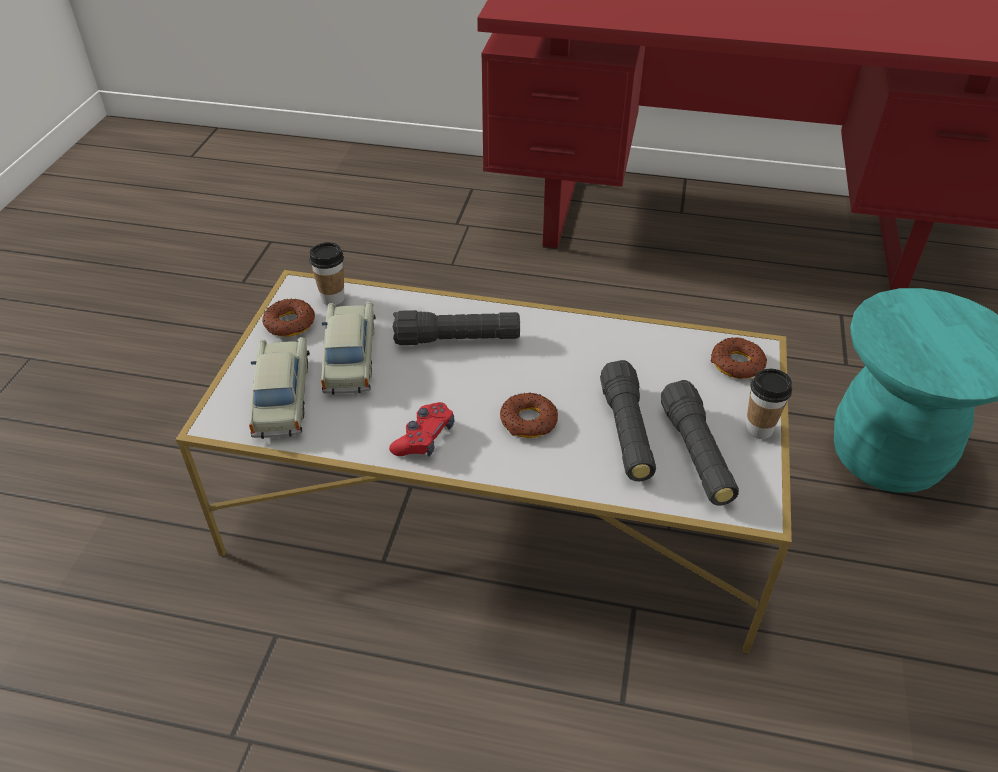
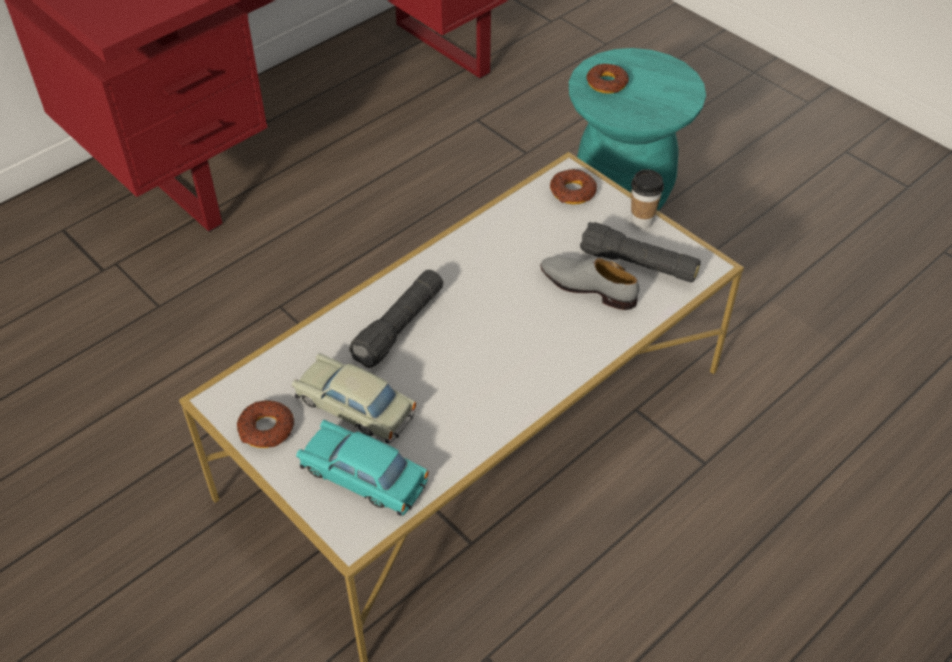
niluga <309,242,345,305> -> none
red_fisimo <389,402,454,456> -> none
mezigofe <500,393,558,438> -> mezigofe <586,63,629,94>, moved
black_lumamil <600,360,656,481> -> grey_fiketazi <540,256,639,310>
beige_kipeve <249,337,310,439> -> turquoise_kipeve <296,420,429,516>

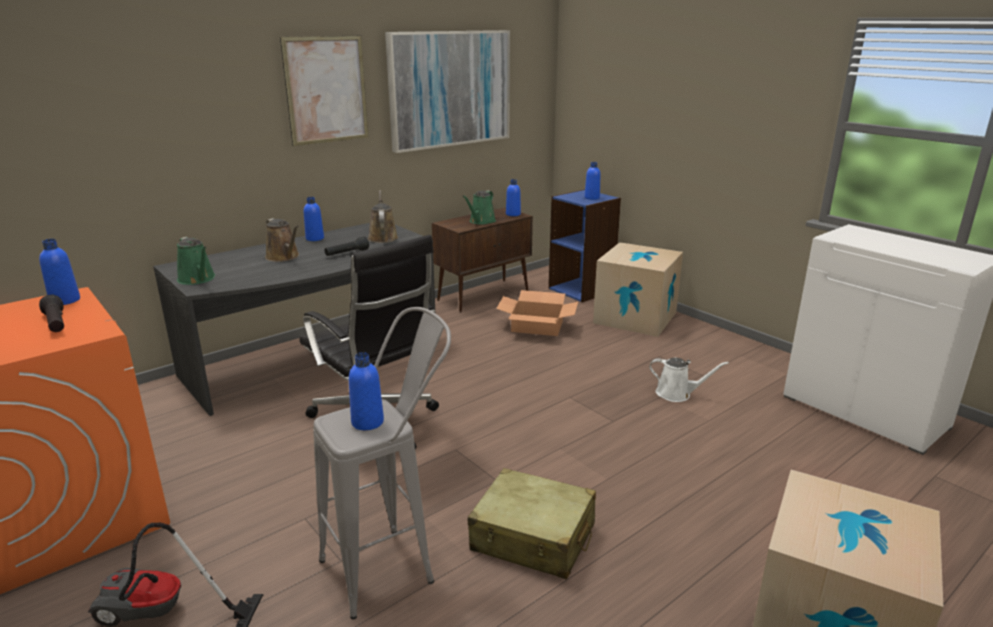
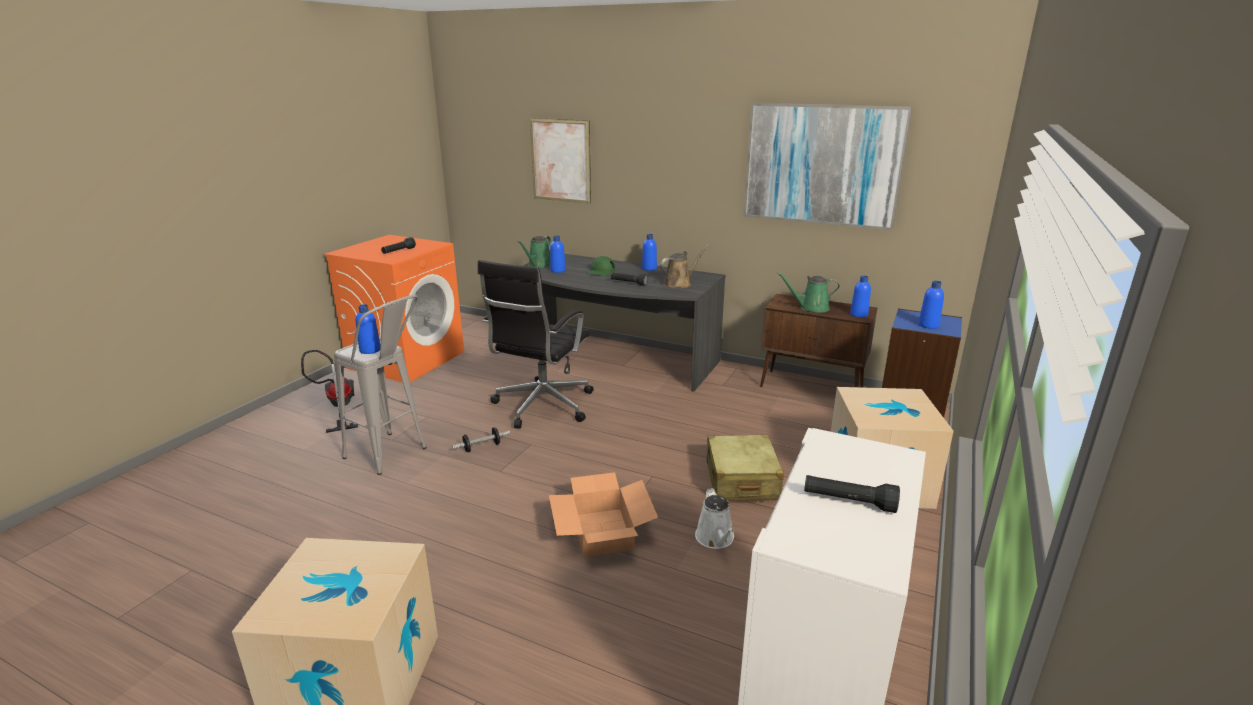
none -> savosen <452,427,510,452>
none -> black_lumamil <804,475,900,513>
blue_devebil <39,239,80,305> -> blue_devebil <550,236,566,273>, moved
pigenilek <280,36,369,146> -> pigenilek <530,118,591,204>, moved
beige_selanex <468,468,596,579> -> beige_selanex <706,435,784,501>, moved
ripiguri <496,290,578,336> -> ripiguri <549,472,658,557>, moved
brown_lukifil <265,218,299,262> -> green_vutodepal <587,256,615,276>

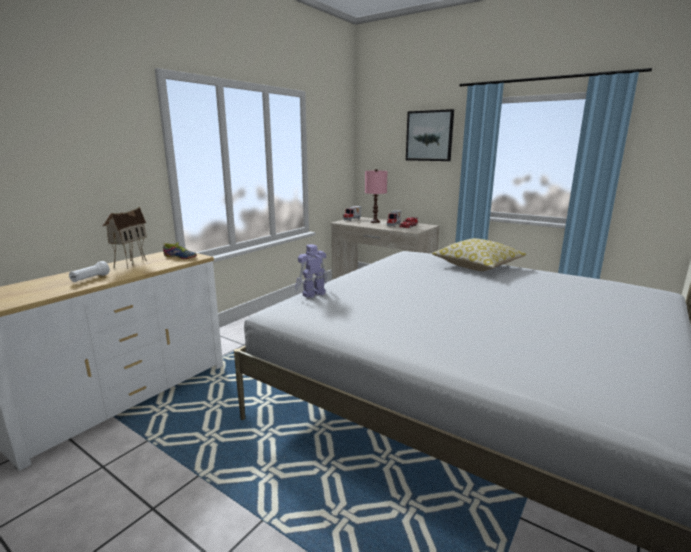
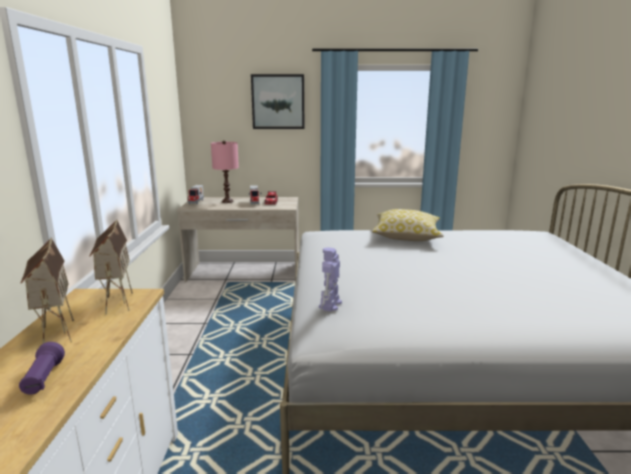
fiketazi <162,242,197,259> -> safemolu <90,219,133,314>
white_lumamil <69,261,110,282> -> purple_lumamil <19,342,65,395>

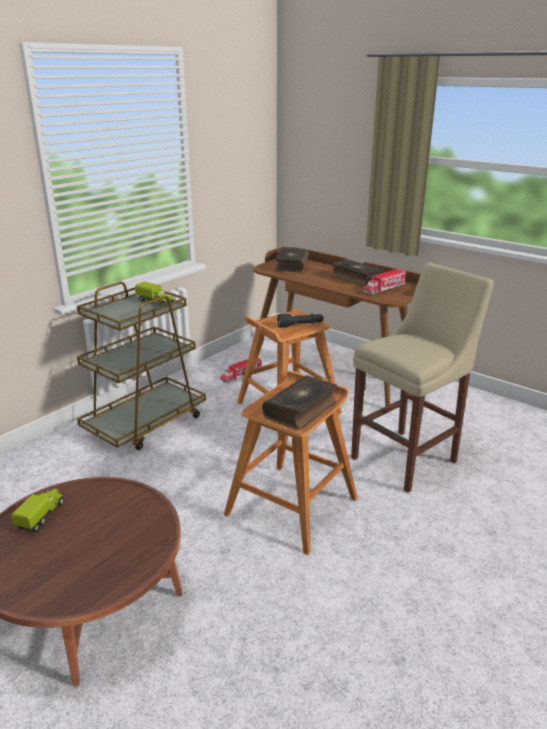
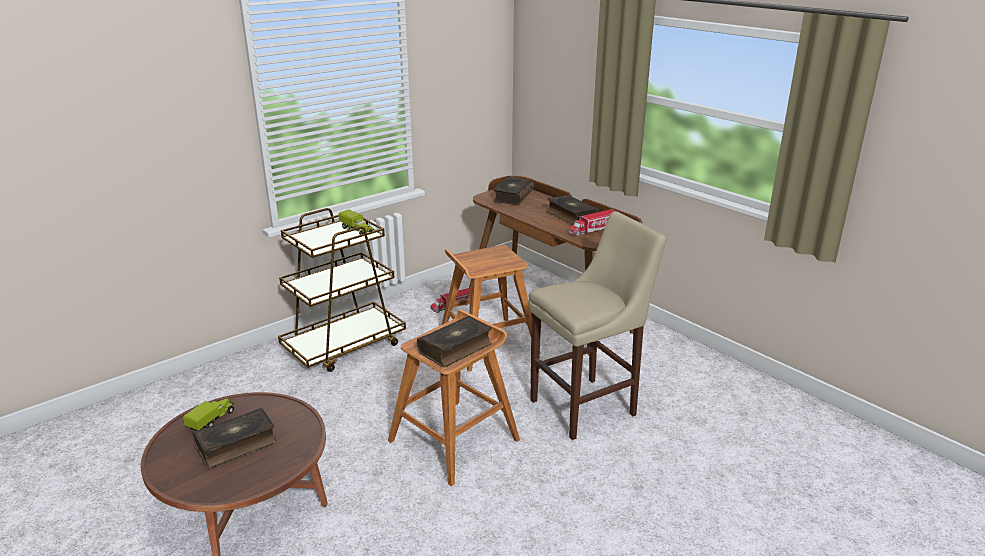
black_lumamil <277,313,324,328> -> none
none -> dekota <193,408,277,469>

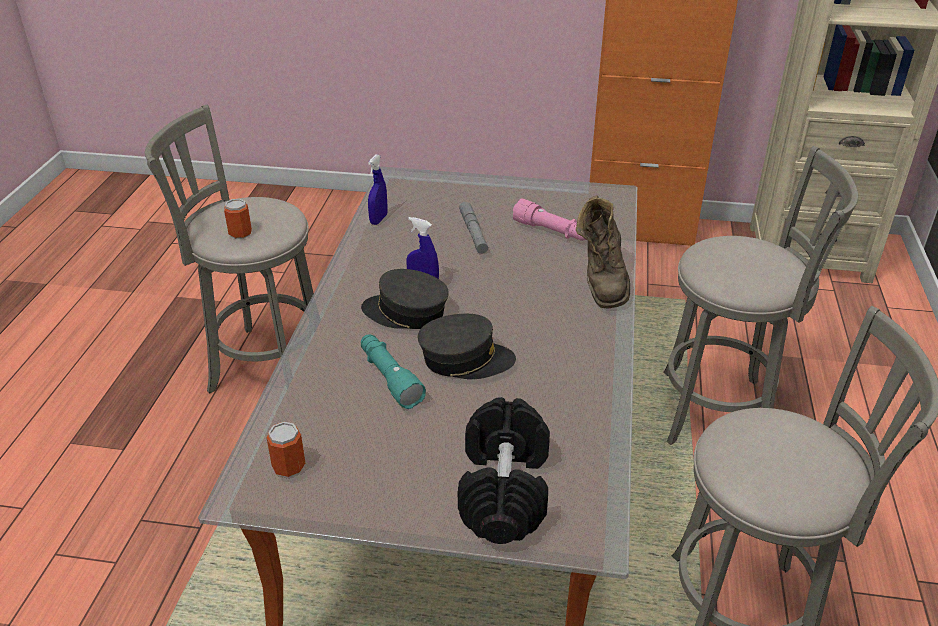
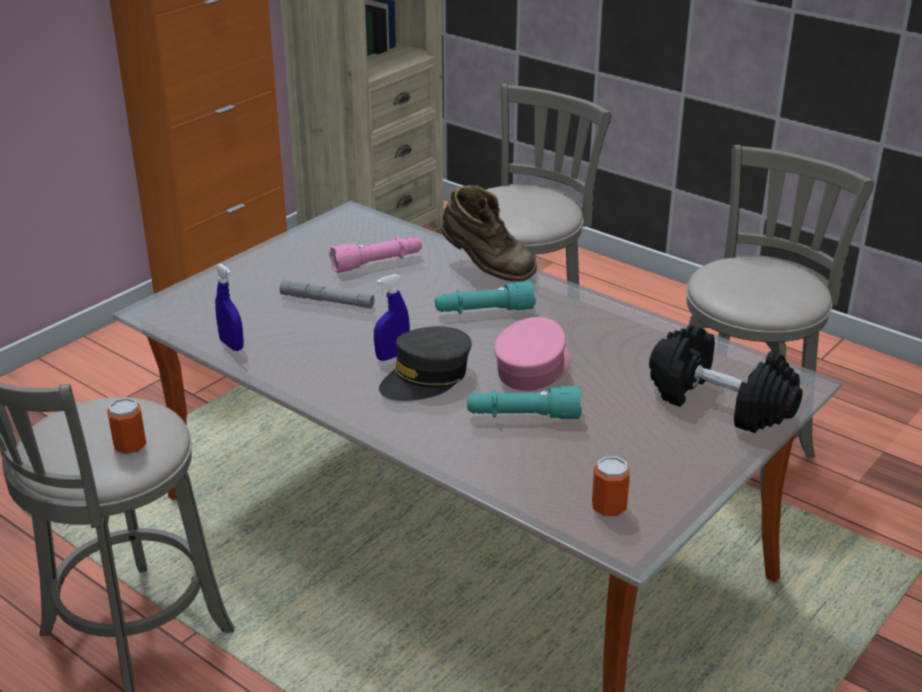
none -> turquoise_lumamil <435,281,536,314>
grey_vutodepal <418,314,516,379> -> pink_vutodepal <494,317,570,391>

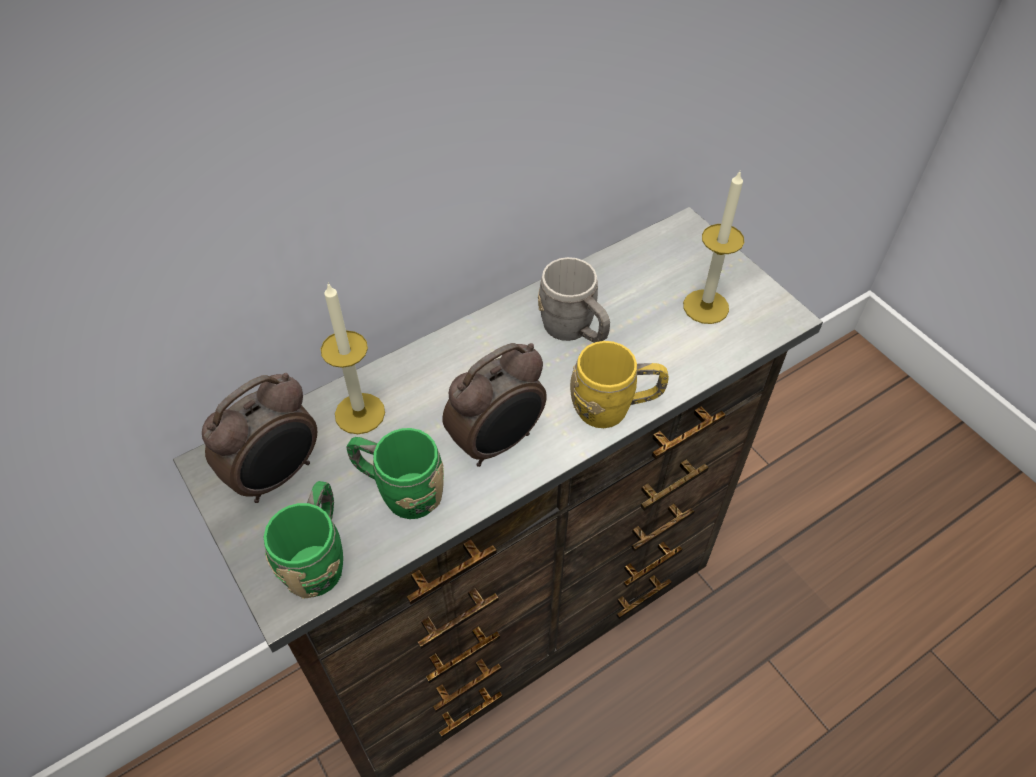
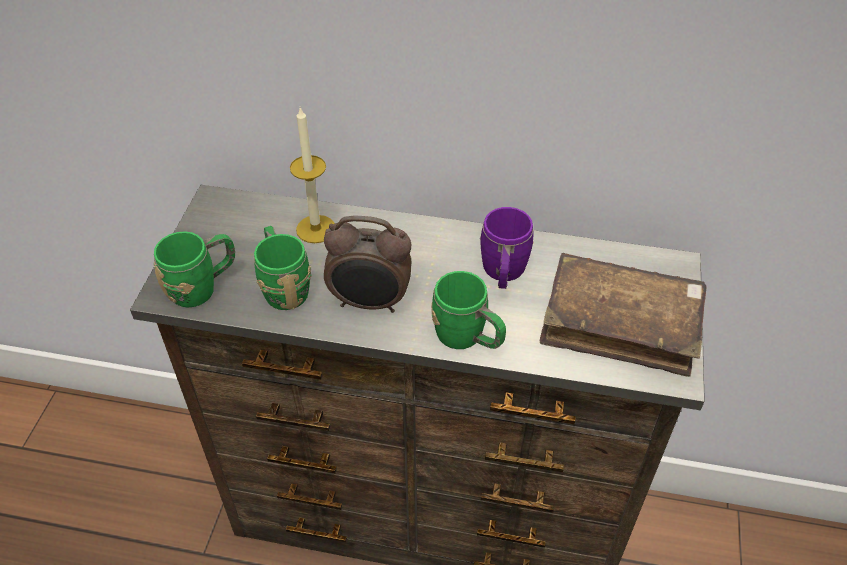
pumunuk <202,373,317,503> -> none
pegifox <683,170,744,324> -> brown_dekota <540,253,707,377>
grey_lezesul <538,257,610,343> -> purple_lezesul <480,207,534,289>
yellow_lezesul <570,341,669,428> -> green_lezesul <431,271,506,349>

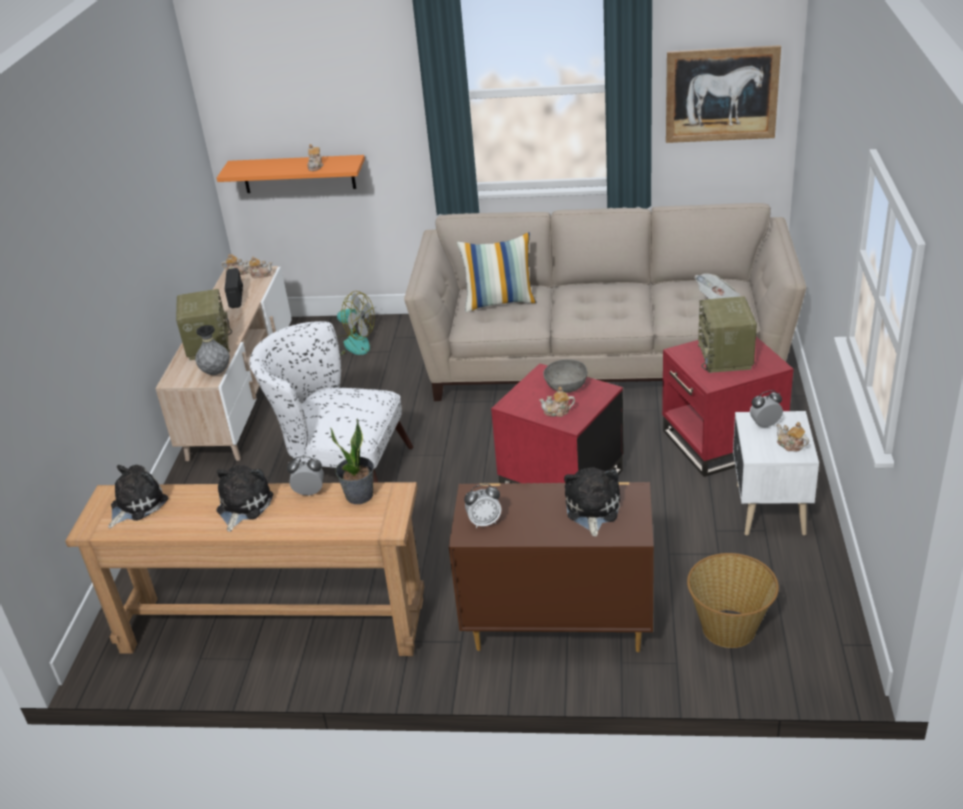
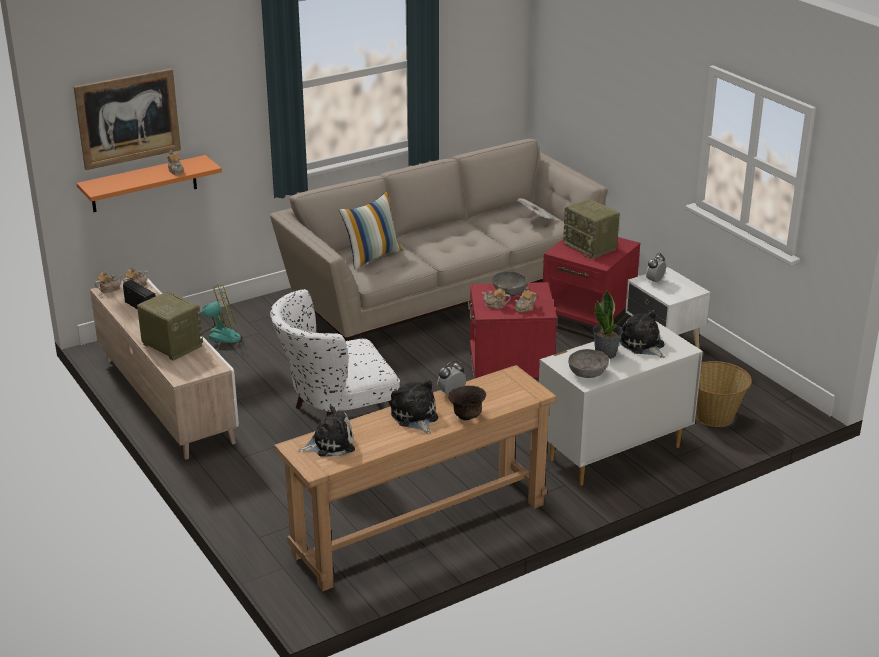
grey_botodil <195,325,230,375> -> none
none -> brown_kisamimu <448,386,486,420>
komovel <330,419,374,504> -> komovel <593,291,623,359>, moved
pigenilek <666,45,781,143> -> pigenilek <73,68,181,170>, moved
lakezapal <776,422,809,452> -> lakezapal <482,285,511,309>, moved
pumunuk <464,484,501,528> -> grey_kisamimu <568,349,609,378>
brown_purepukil <449,482,654,652> -> white_purepukil <539,321,703,485>
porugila <108,465,168,528> -> porugila <298,406,355,457>, 75 degrees clockwise

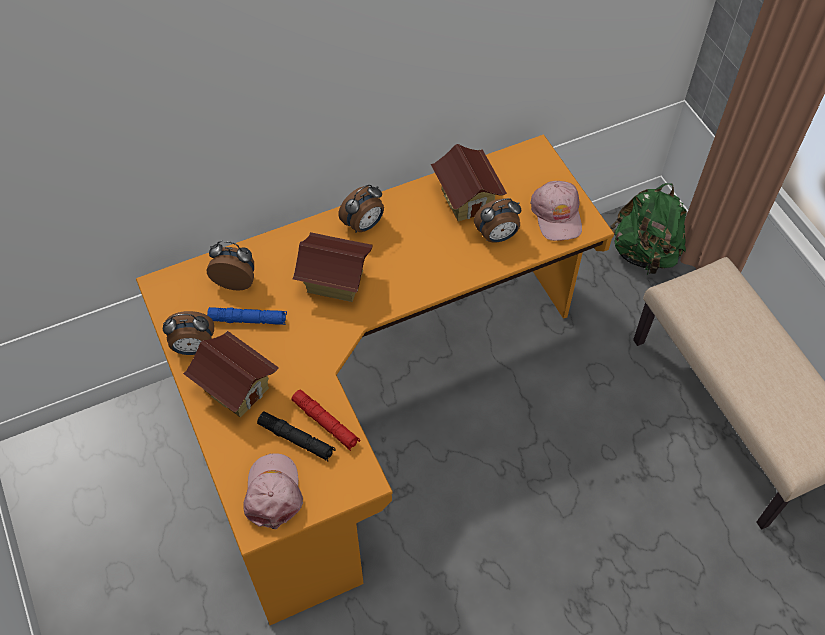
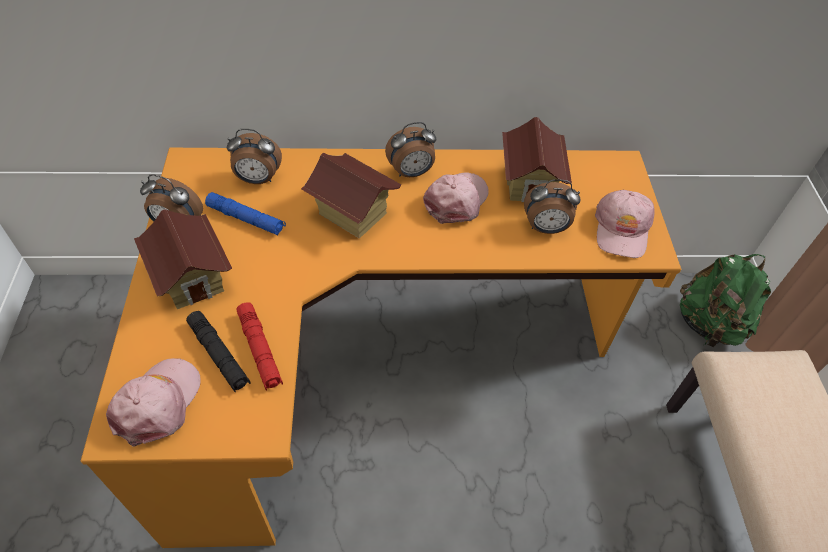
none -> pink_vutodepal <423,173,489,224>
pumunuk <207,241,254,291> -> pumunuk <227,129,282,184>, 150 degrees clockwise

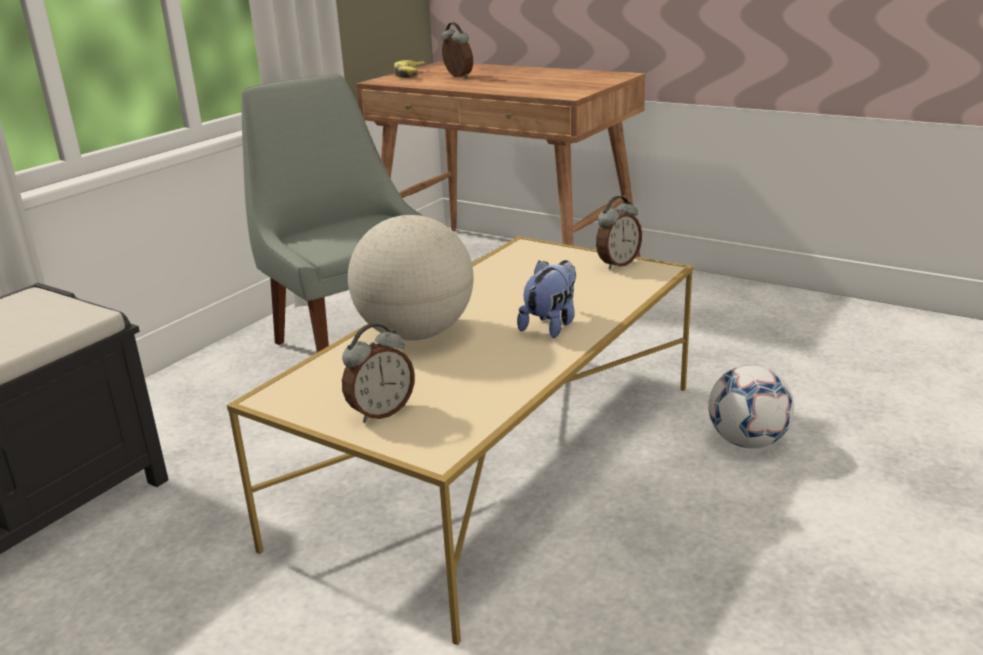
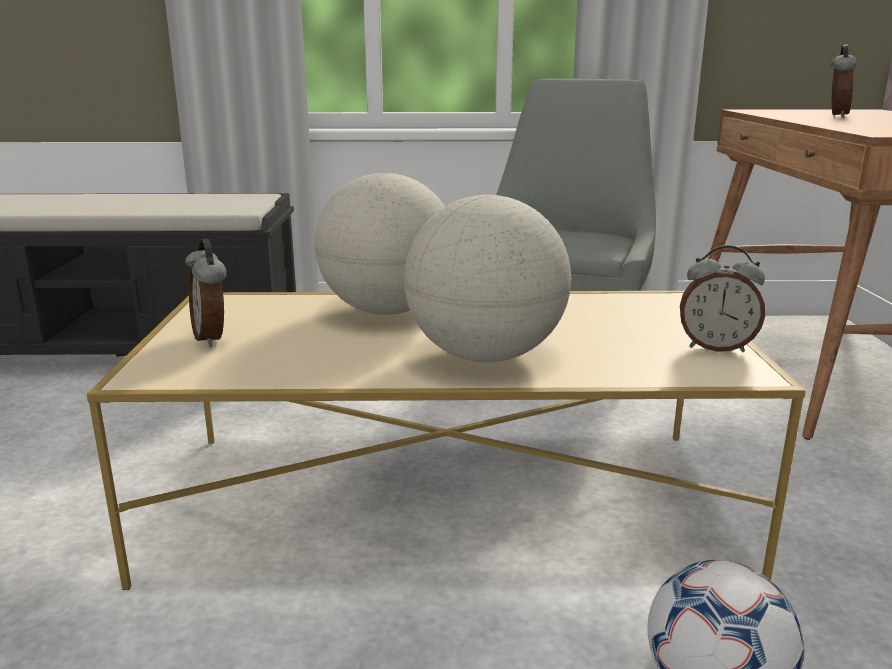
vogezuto <394,60,425,78> -> none
porugila <517,260,576,338> -> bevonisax <404,195,571,362>
pumunuk <342,323,415,423> -> pumunuk <185,239,226,347>, 45 degrees clockwise

